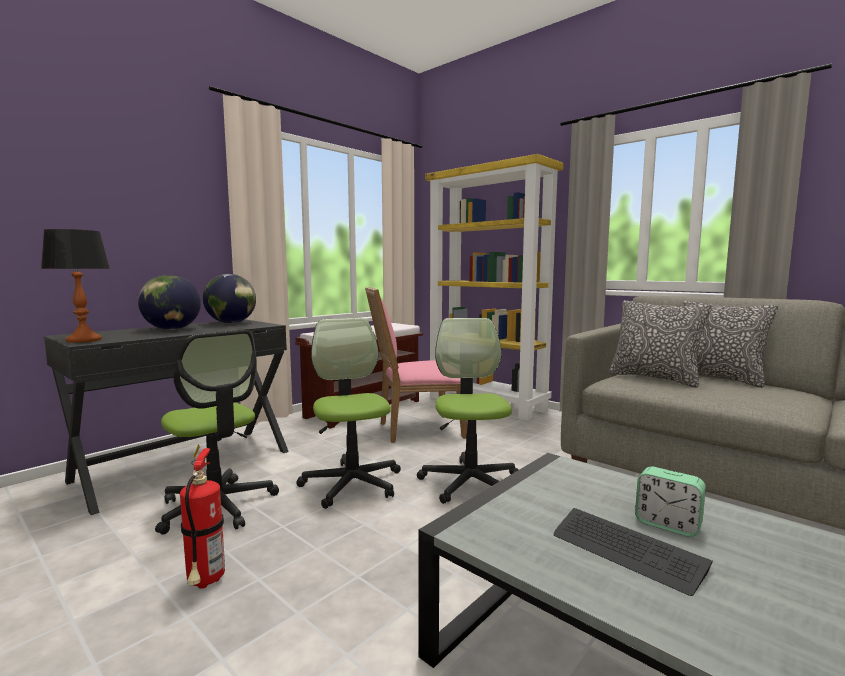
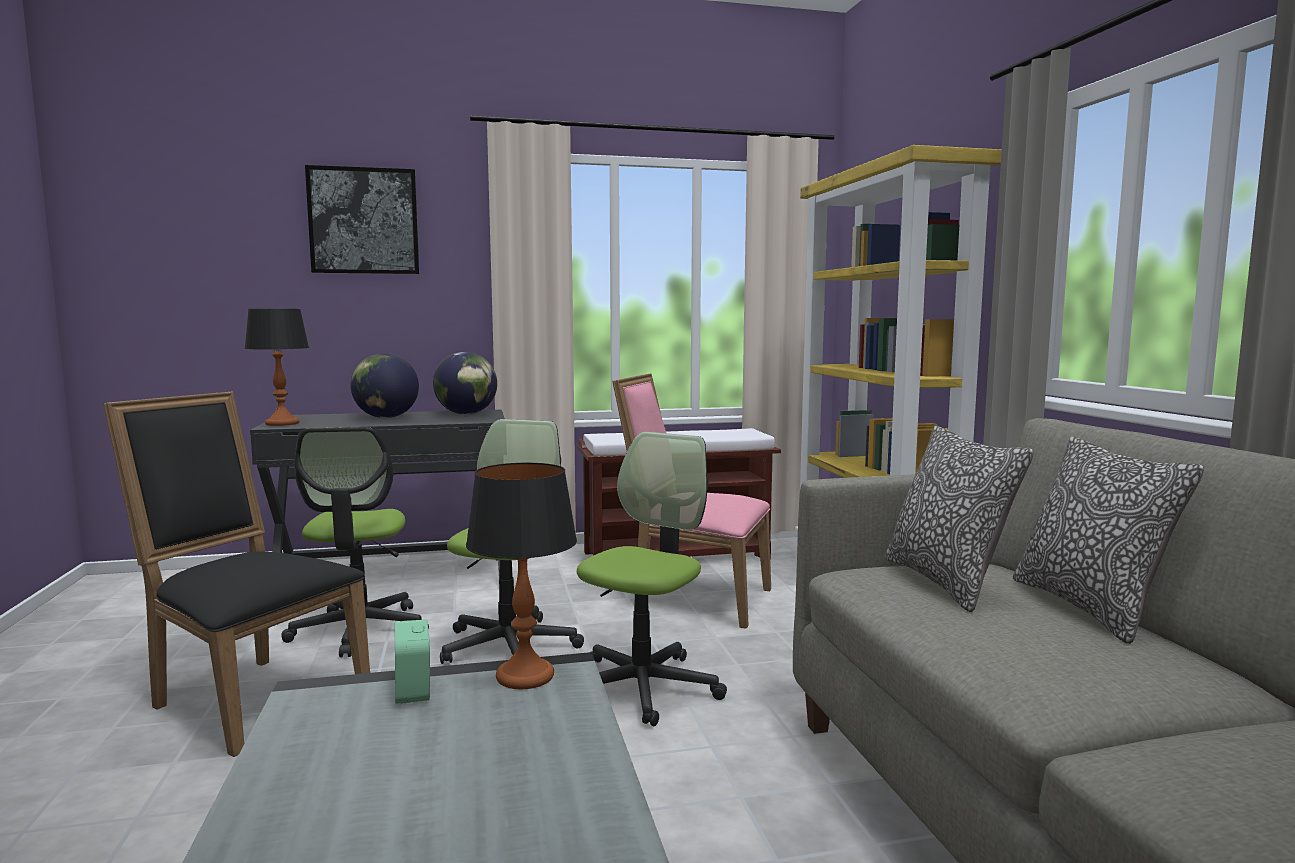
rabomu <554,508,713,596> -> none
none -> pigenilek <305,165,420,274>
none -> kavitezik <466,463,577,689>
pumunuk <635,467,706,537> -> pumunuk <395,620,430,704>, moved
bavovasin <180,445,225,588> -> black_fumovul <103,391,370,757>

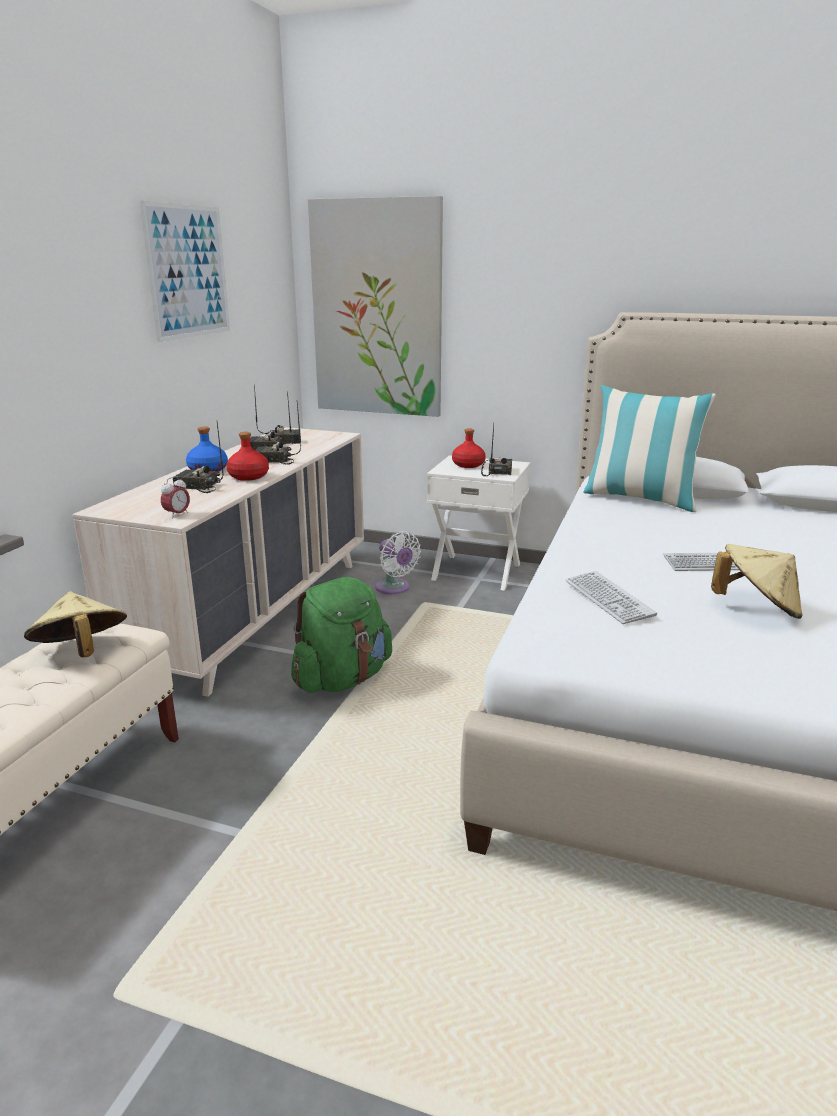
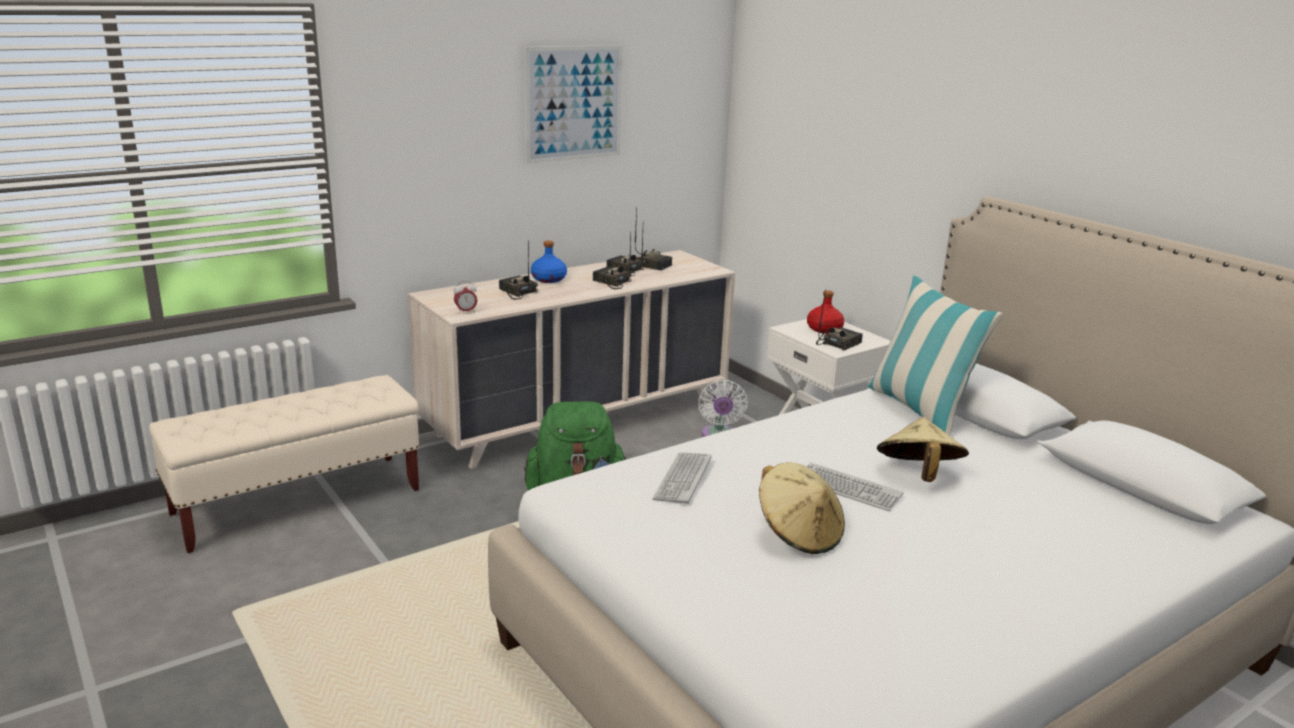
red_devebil <226,432,269,481> -> none
pigenilek <308,196,443,417> -> none
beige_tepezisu <24,591,127,657> -> beige_tepezisu <877,417,969,482>, moved

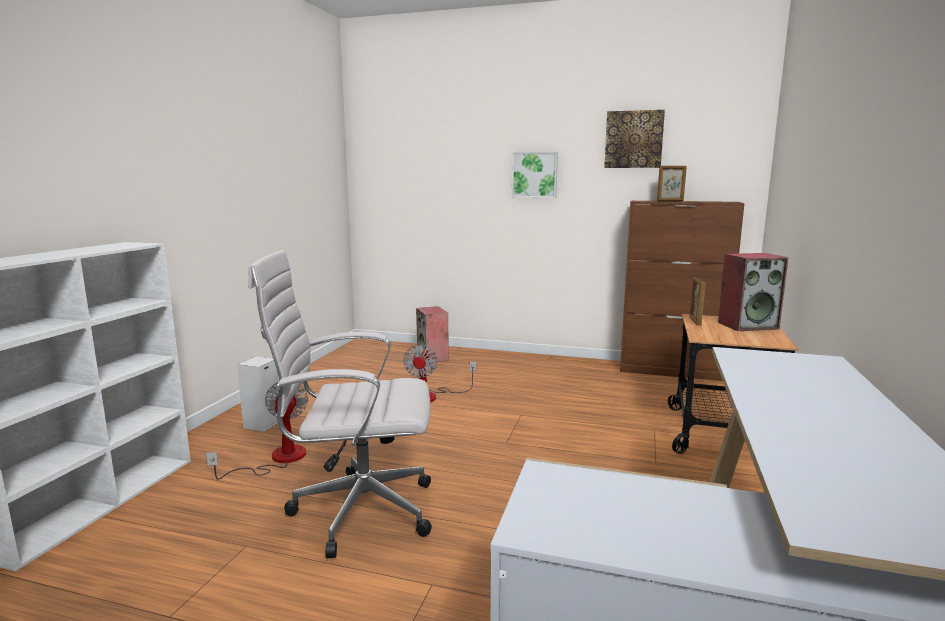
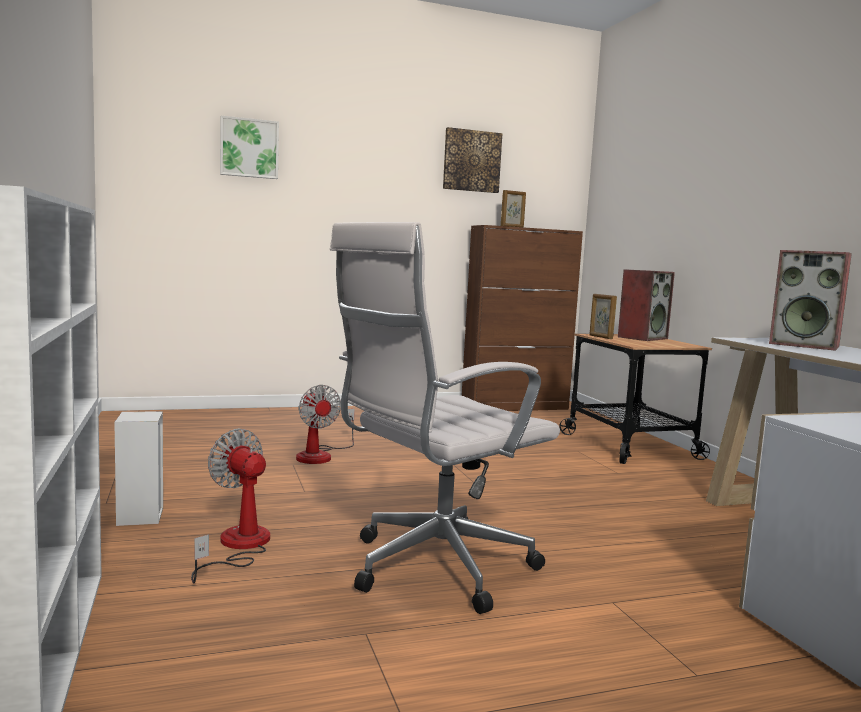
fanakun <416,306,449,362> -> fanakun <769,250,852,351>, moved
pigenilek <512,152,558,198> -> pigenilek <220,115,279,179>, moved

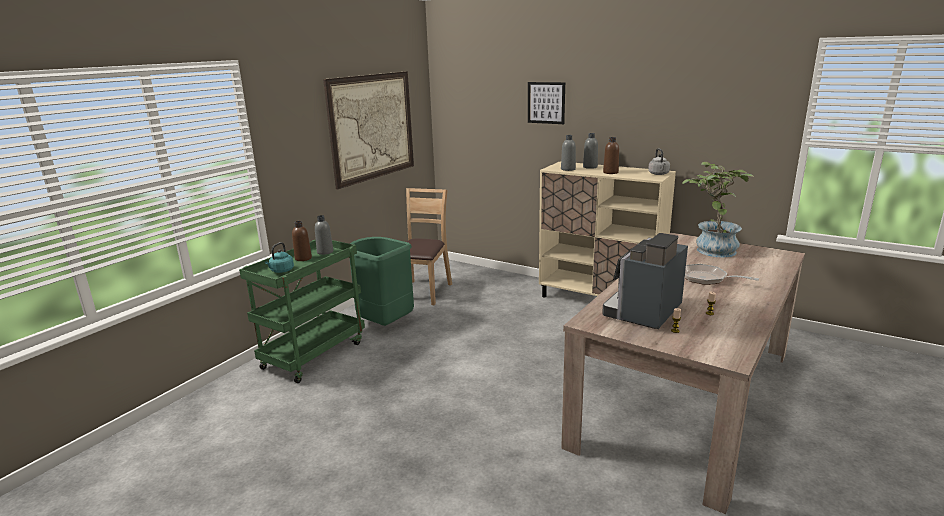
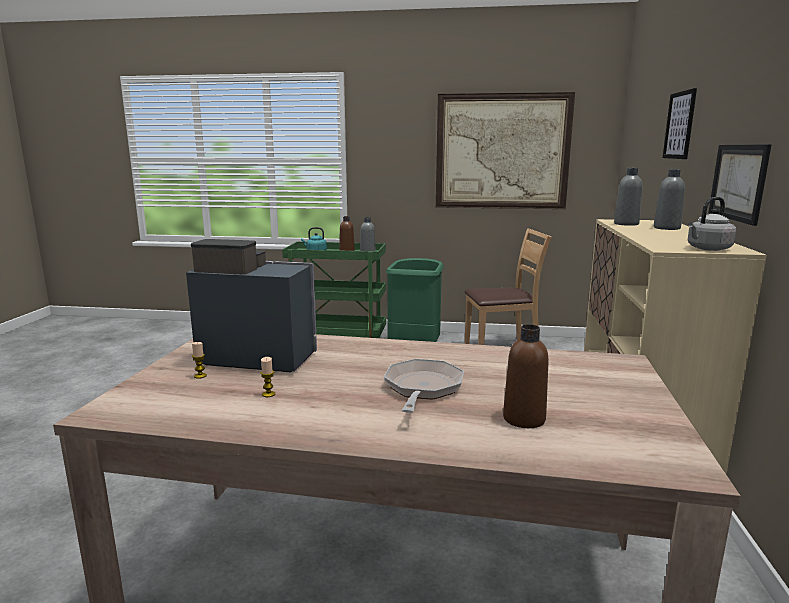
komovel <682,162,754,257> -> none
none -> pigenilek <708,144,771,226>
brown_devebil <603,137,619,174> -> brown_devebil <503,324,549,428>, moved

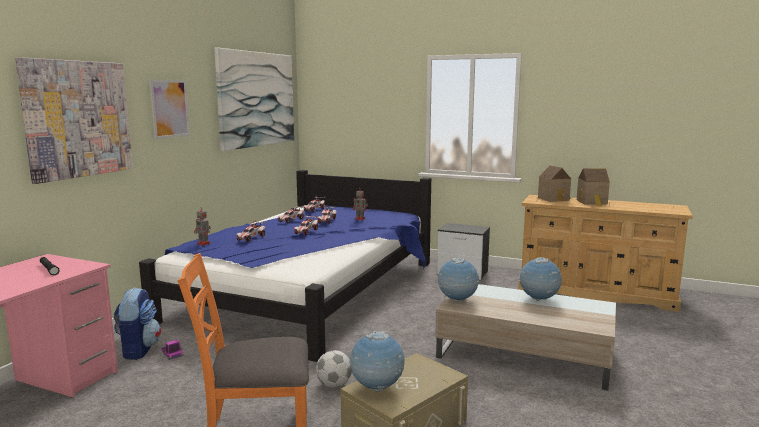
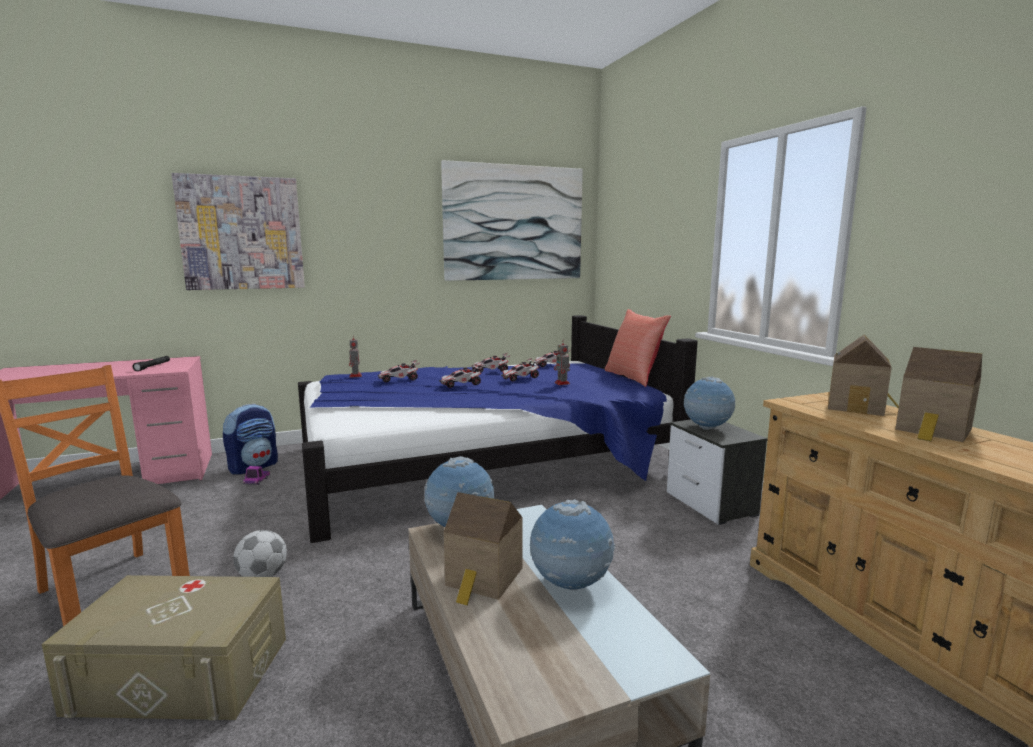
pigenilek <149,79,190,139> -> none
none -> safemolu <444,492,523,606>
none -> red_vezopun <605,309,671,387>
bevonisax <349,331,405,392> -> bevonisax <684,377,735,430>, moved

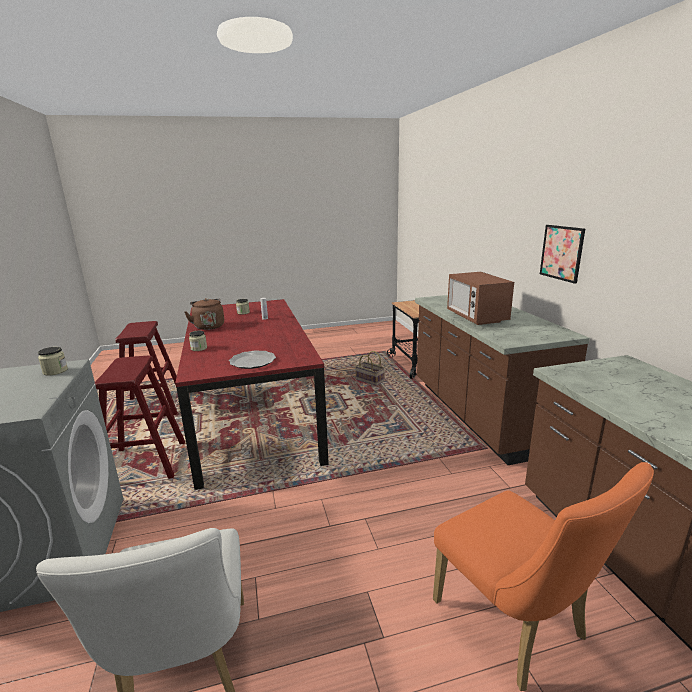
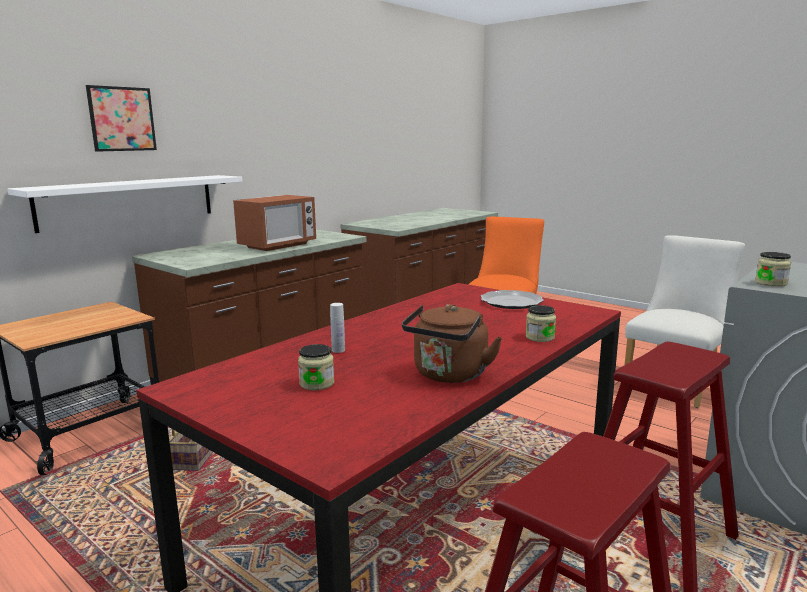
none -> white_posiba <7,175,243,233>
pigenilek <540,225,585,284> -> pigenilek <86,85,157,152>, moved

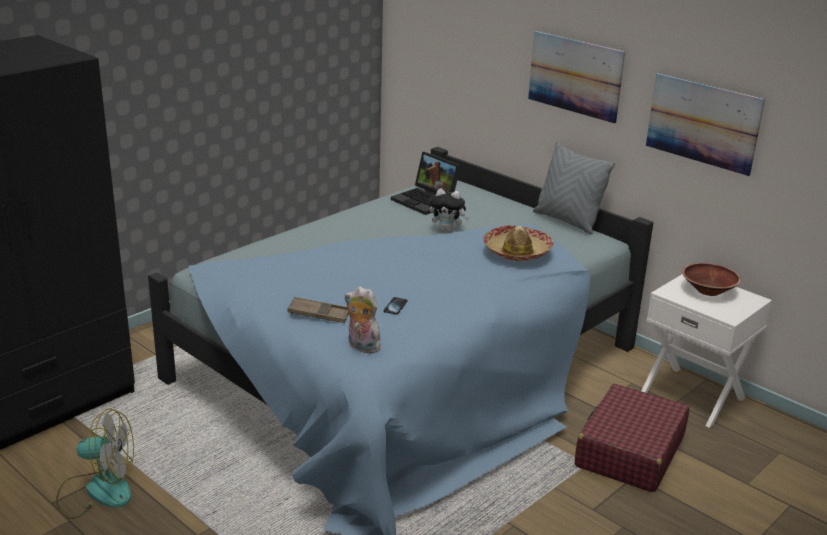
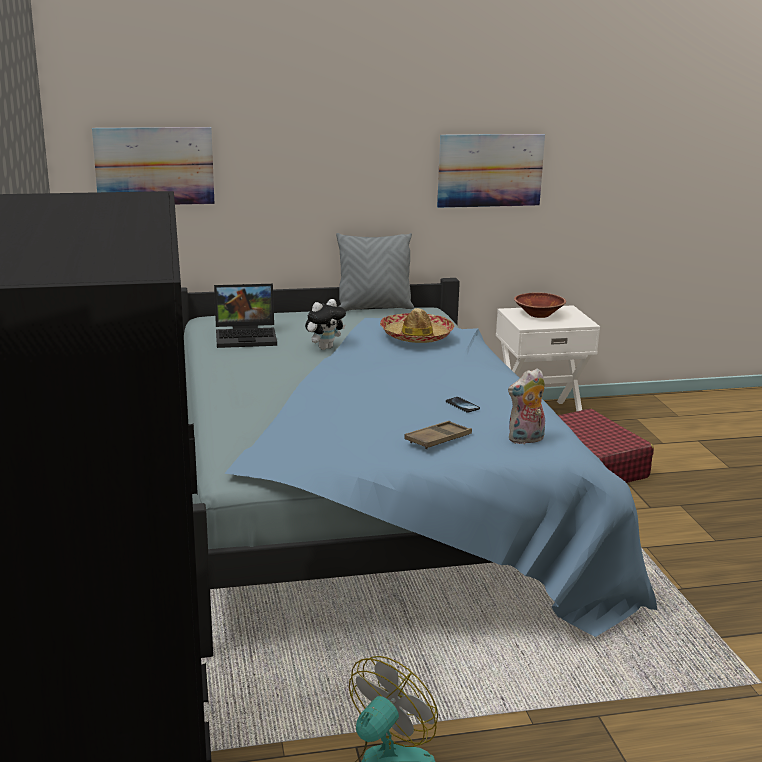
pigenilek <528,31,625,124> -> pigenilek <92,127,215,205>, moved

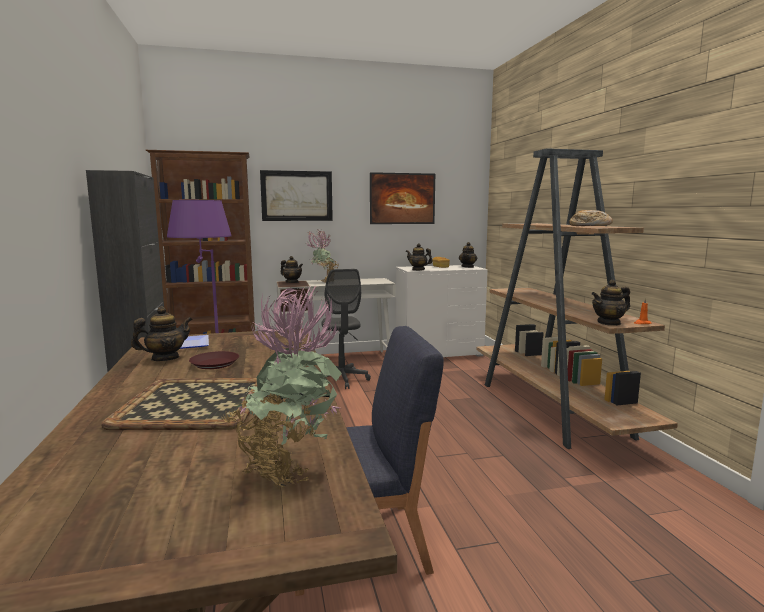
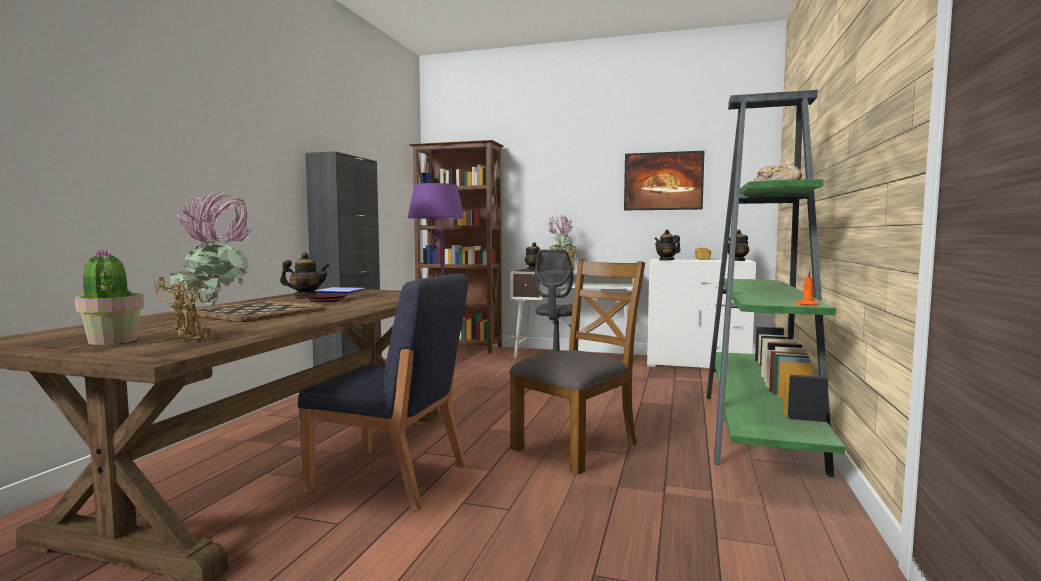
pigenilek <260,170,333,221> -> none
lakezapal <591,280,630,326> -> none
none -> komovel <75,250,144,345>
none -> brown_fumovul <509,259,645,474>
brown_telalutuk <476,148,678,449> -> green_telalutuk <706,90,845,477>

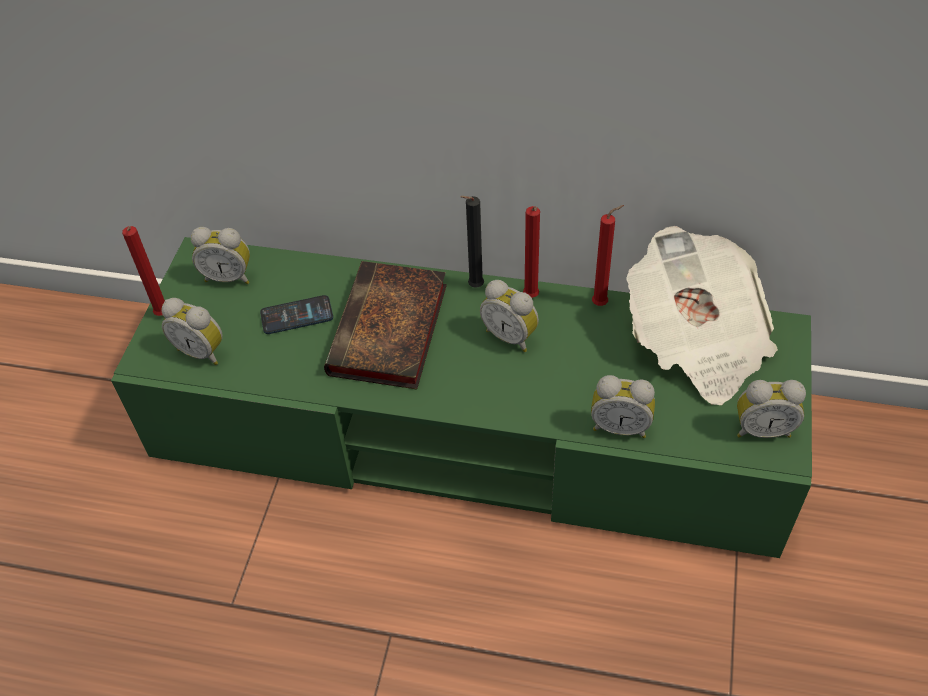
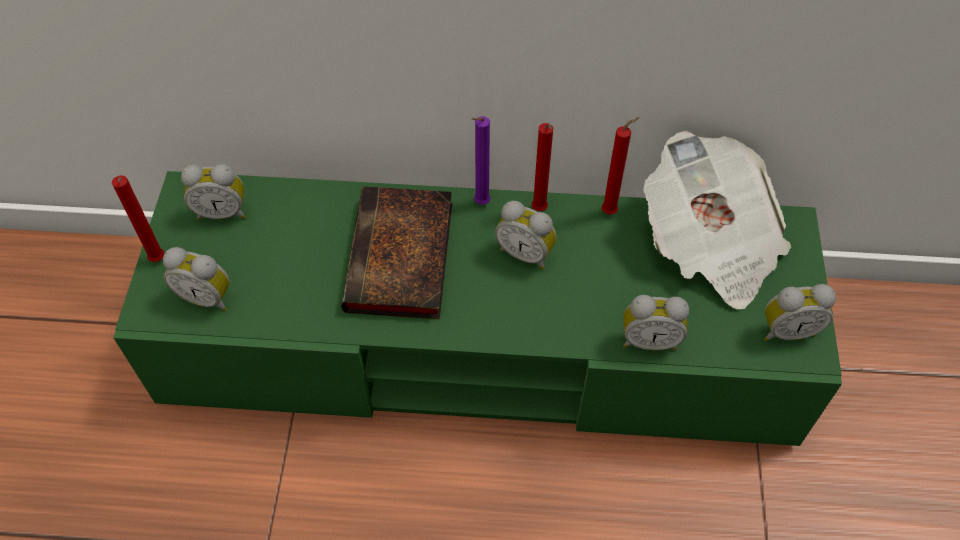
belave <260,295,333,334> -> none
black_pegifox <460,196,484,288> -> purple_pegifox <471,116,491,205>

